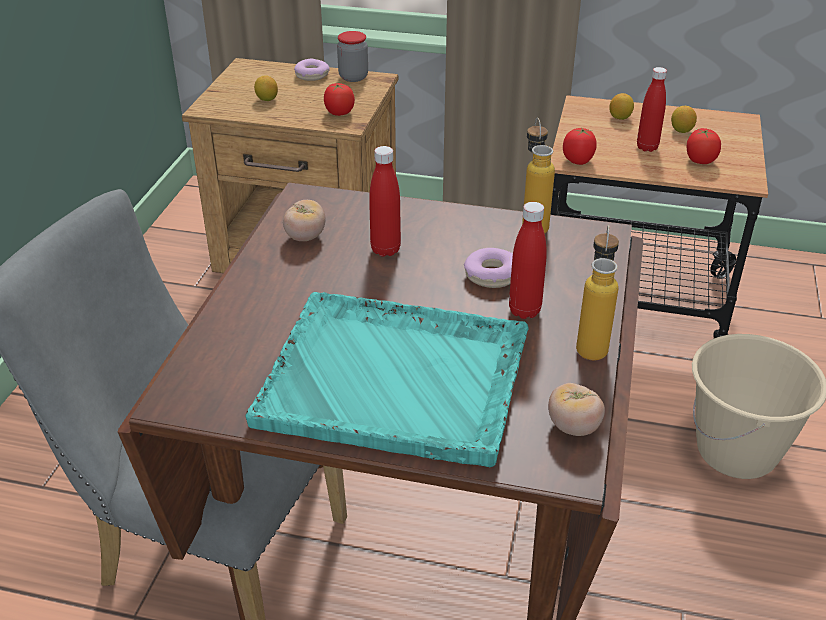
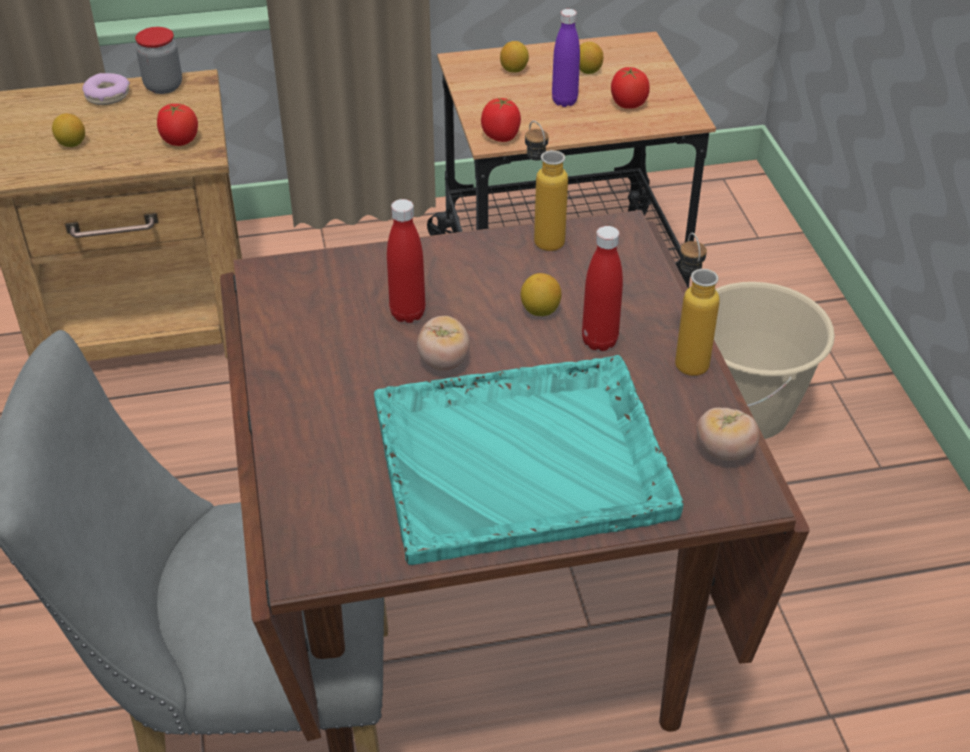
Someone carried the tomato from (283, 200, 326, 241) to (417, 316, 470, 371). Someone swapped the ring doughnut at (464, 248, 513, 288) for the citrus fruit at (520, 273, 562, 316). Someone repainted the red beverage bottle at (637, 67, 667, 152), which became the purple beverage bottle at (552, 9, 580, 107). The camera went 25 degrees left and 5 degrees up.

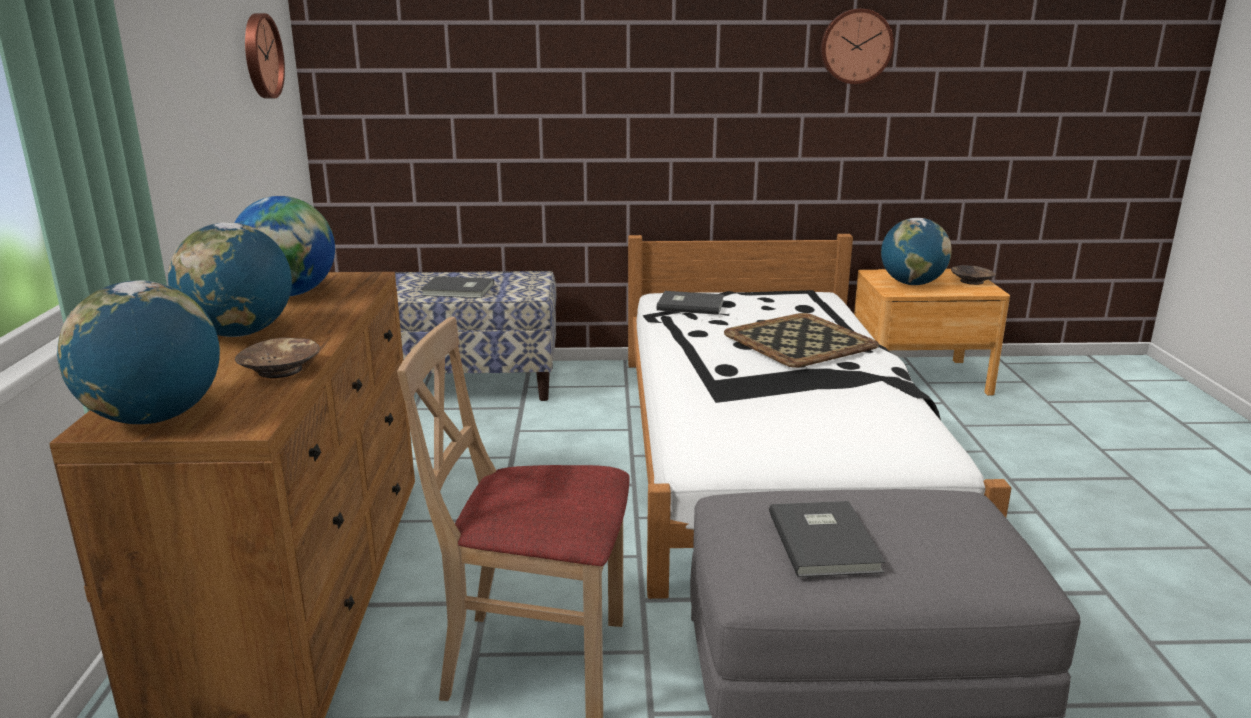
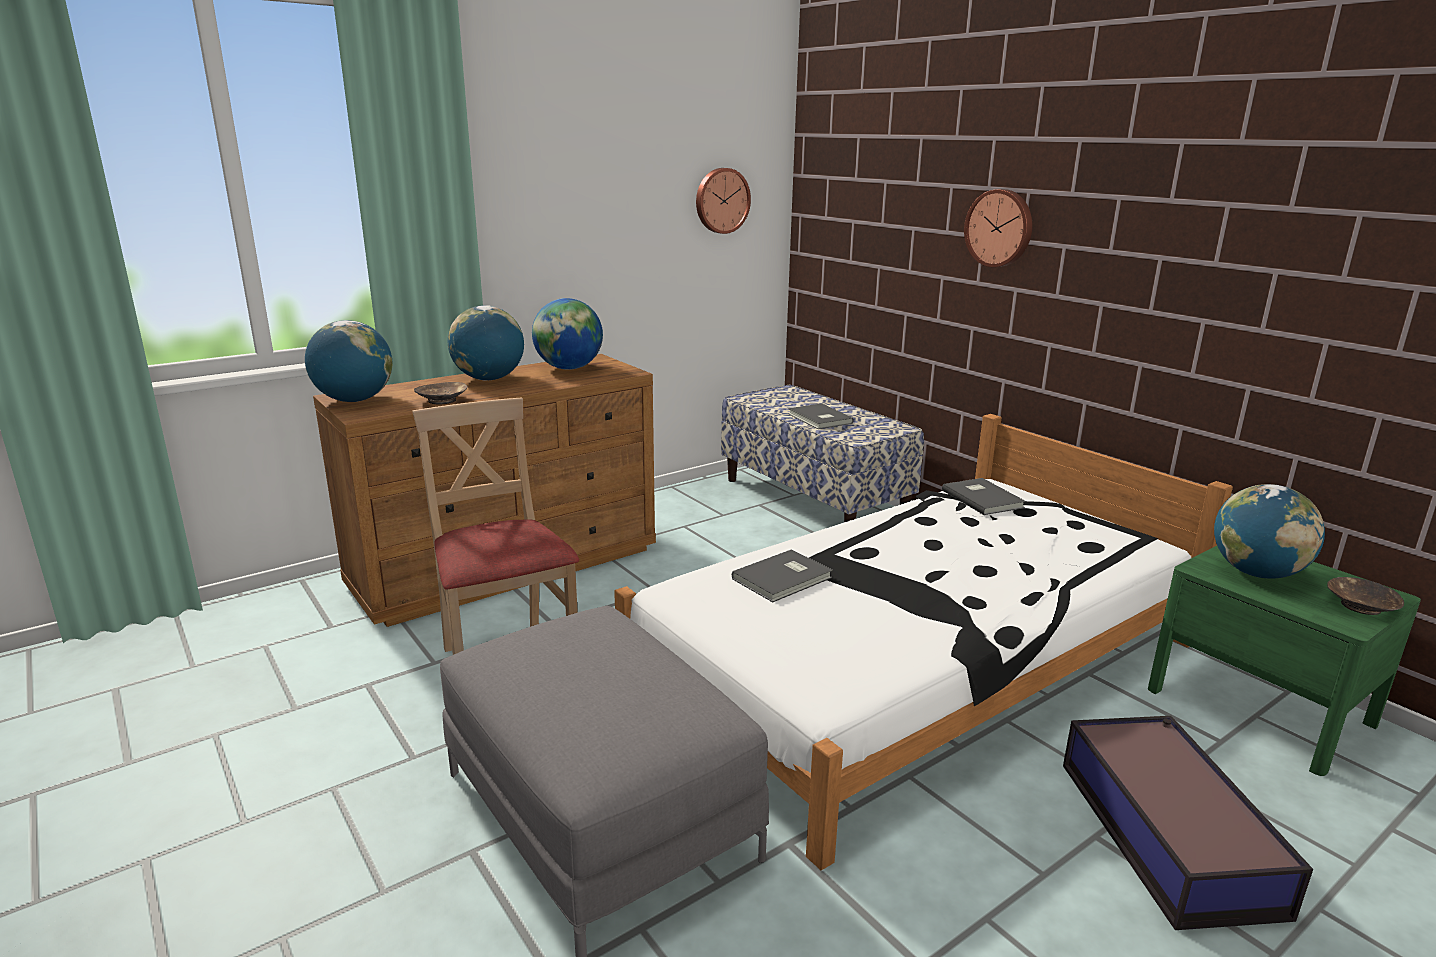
Someone took away the carrying tray at (724, 313, 879, 368). Someone carried the greyish book from (769, 501, 885, 577) to (732, 549, 833, 602). Someone carried the wall clock from (820, 9, 894, 84) to (964, 189, 1032, 267). Someone repainted the brown-coloured bedside table at (854, 269, 1010, 396), which became the green bedside table at (1148, 546, 1421, 776). Someone put down the storage box at (1063, 716, 1313, 930). The camera went 55 degrees right and 0 degrees up.

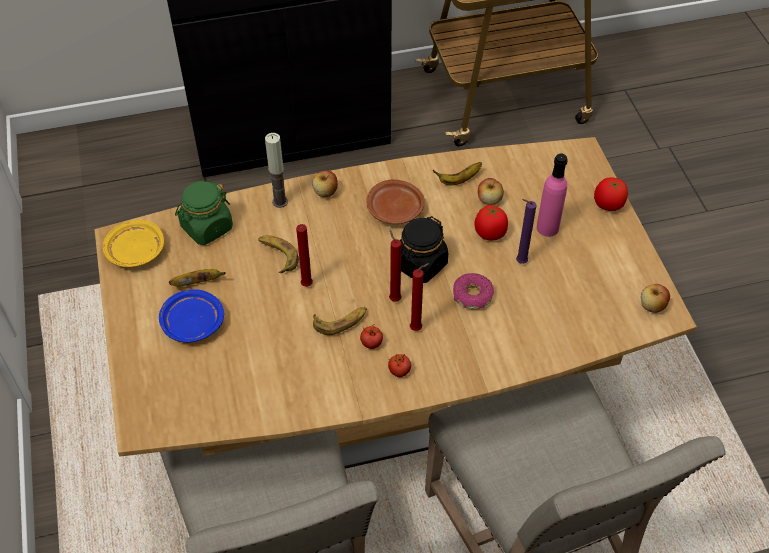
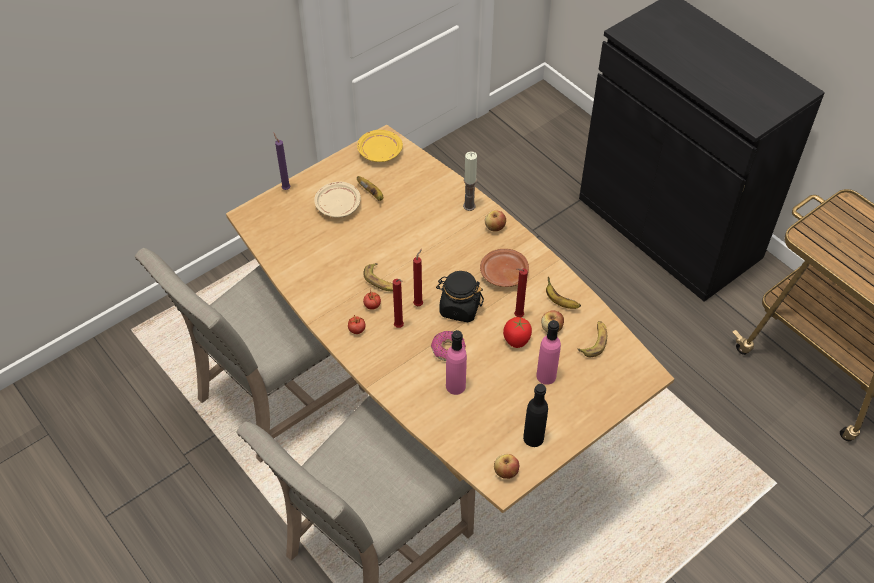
Someone repainted the blue flat dish at (159, 289, 224, 343), which became the beige flat dish at (314, 182, 361, 217). Someone took away the green storage jar at (175, 181, 233, 245). Someone carried the whole banana from (258, 235, 299, 273) to (578, 321, 607, 357). Someone carried the red wax light from (296, 224, 313, 287) to (514, 268, 528, 317). Someone carried the purple wax light from (516, 199, 536, 264) to (274, 133, 291, 190). Someone took away the tomato at (594, 177, 628, 211). Someone put down the pinkish beverage bottle at (446, 330, 467, 395). Someone put down the black-coloured beverage bottle at (523, 384, 548, 447). The camera went 65 degrees right and 0 degrees up.

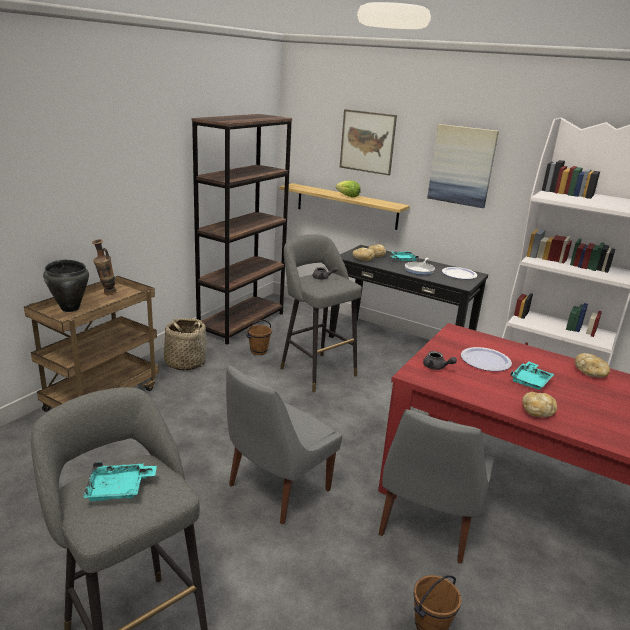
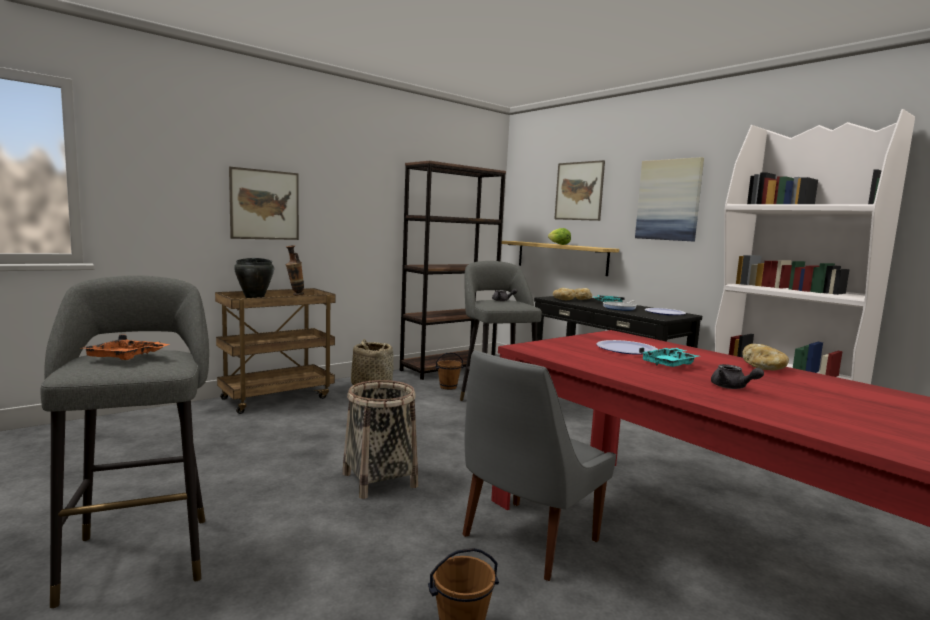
Someone repainted the blue-green carrying tray at (83, 462, 157, 501), which became the orange-coloured carrying tray at (81, 335, 170, 360). Someone swapped the greyish upright chair at (226, 365, 342, 524) for the basket at (343, 380, 418, 499). Someone carried the greyish tea pot from (423, 351, 457, 370) to (711, 364, 764, 389). Someone took away the bakery bread at (522, 392, 557, 417). Someone put up the wall art at (229, 167, 299, 240). The camera went 20 degrees right and 15 degrees down.

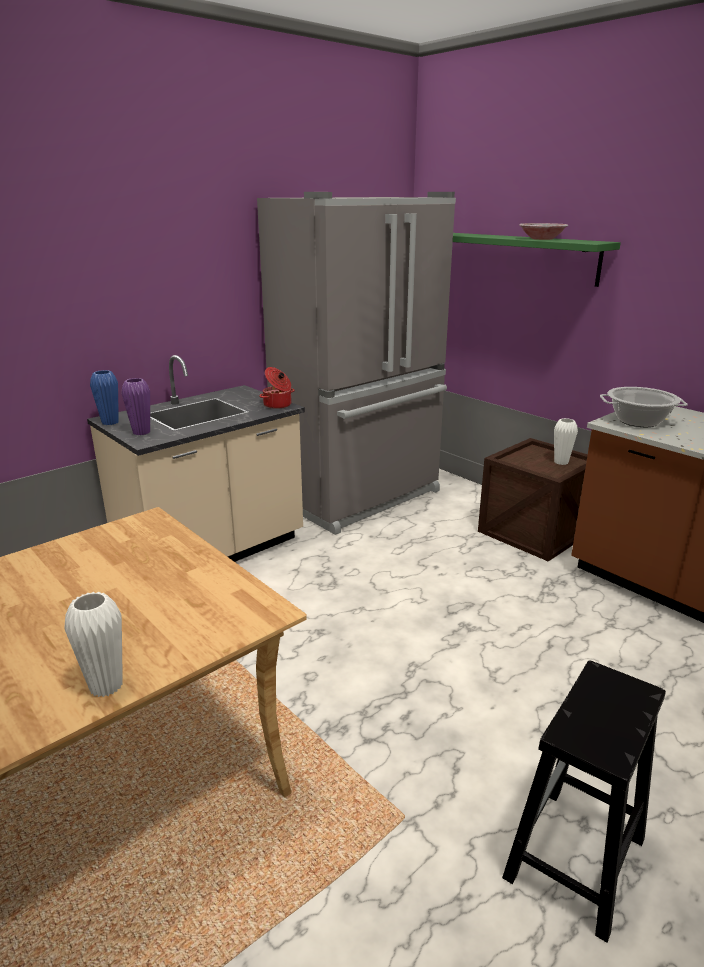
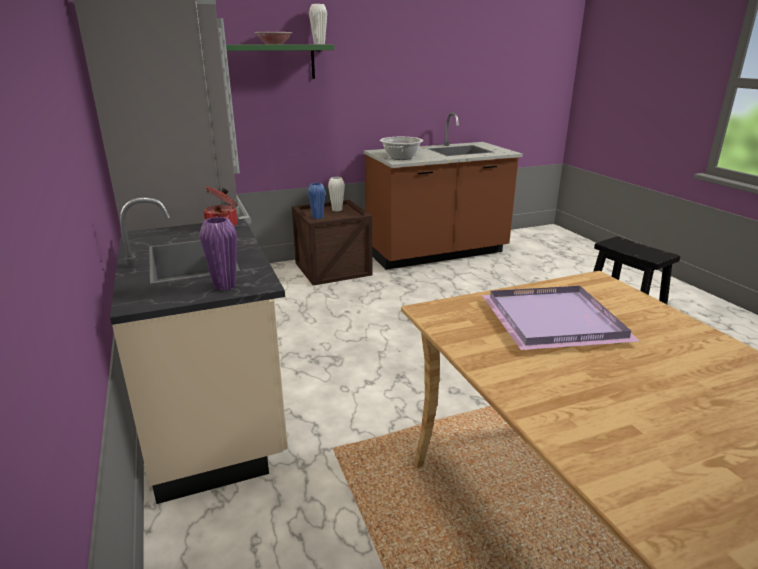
Someone carried the white flower vase from (64, 592, 123, 697) to (309, 4, 327, 44). Someone carried the blue flower vase from (90, 370, 119, 425) to (308, 183, 325, 219). Someone put down the purple carrying tray at (482, 286, 641, 350). The camera went 70 degrees left and 0 degrees up.

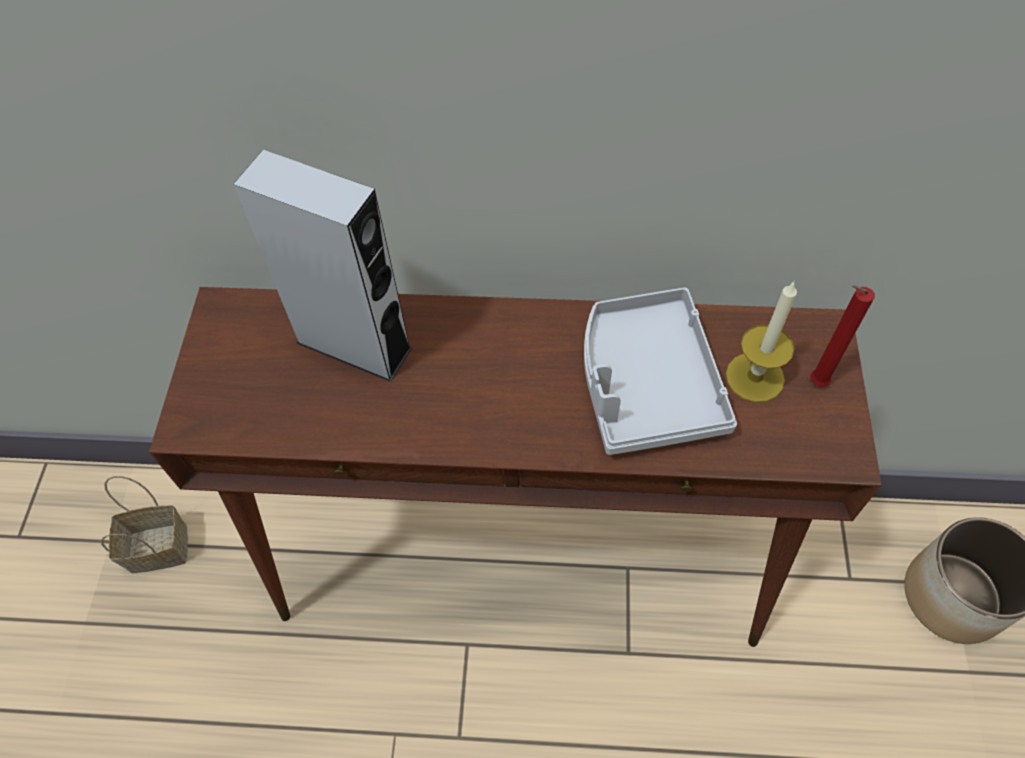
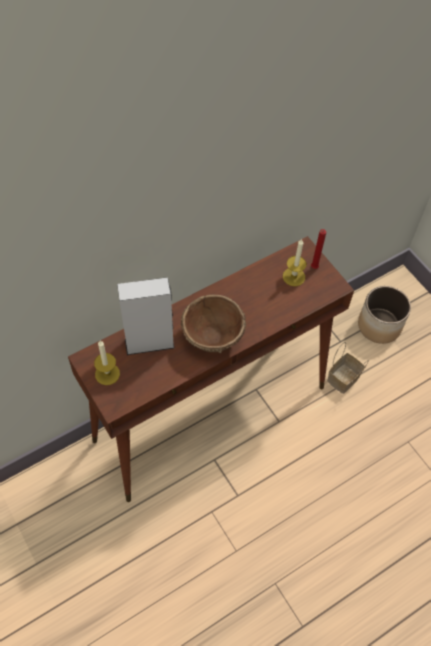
Someone carried the basket from (101, 476, 188, 573) to (327, 342, 369, 394). Someone took away the greyish carrying tray at (584, 287, 737, 455). Someone put down the wax light at (94, 341, 120, 385). Someone put down the brown-coloured bowl at (181, 295, 246, 353). The camera went 40 degrees left and 0 degrees up.

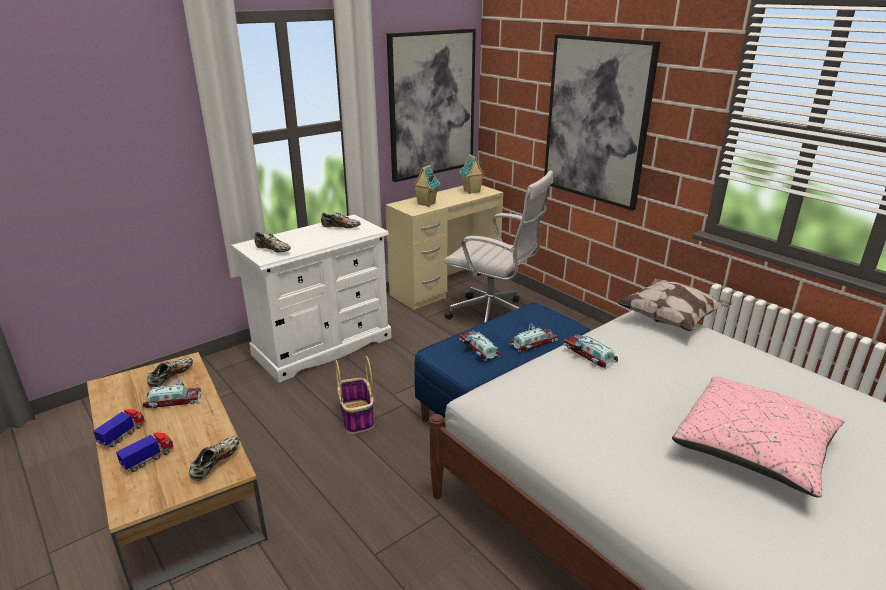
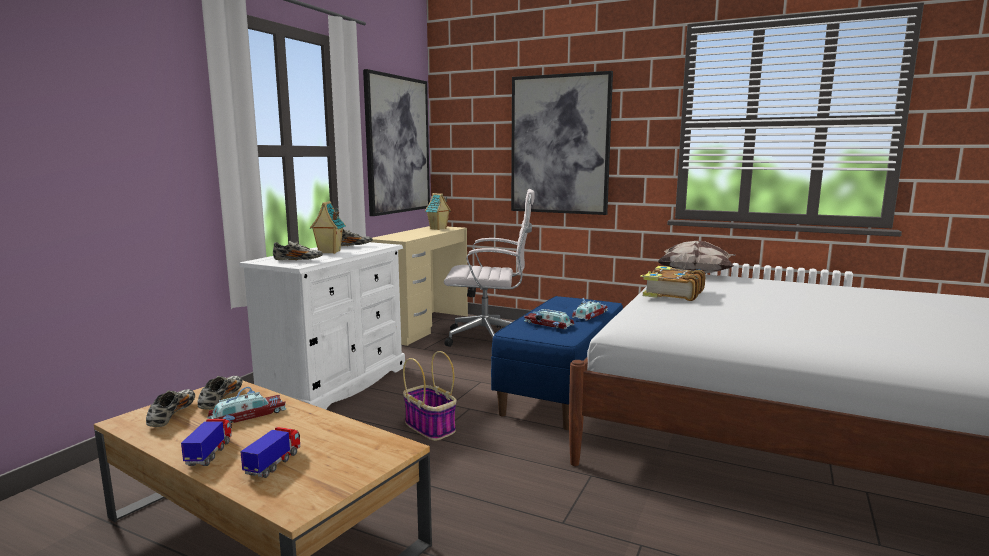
Someone carried the shoe from (189, 436, 240, 481) to (146, 389, 195, 427). Someone carried the model house from (412, 165, 440, 207) to (310, 201, 346, 254). Someone swapped the toy car at (563, 334, 618, 369) for the book at (640, 266, 705, 301). Someone took away the pinkish cushion at (672, 376, 845, 498). The camera went 25 degrees left and 15 degrees down.

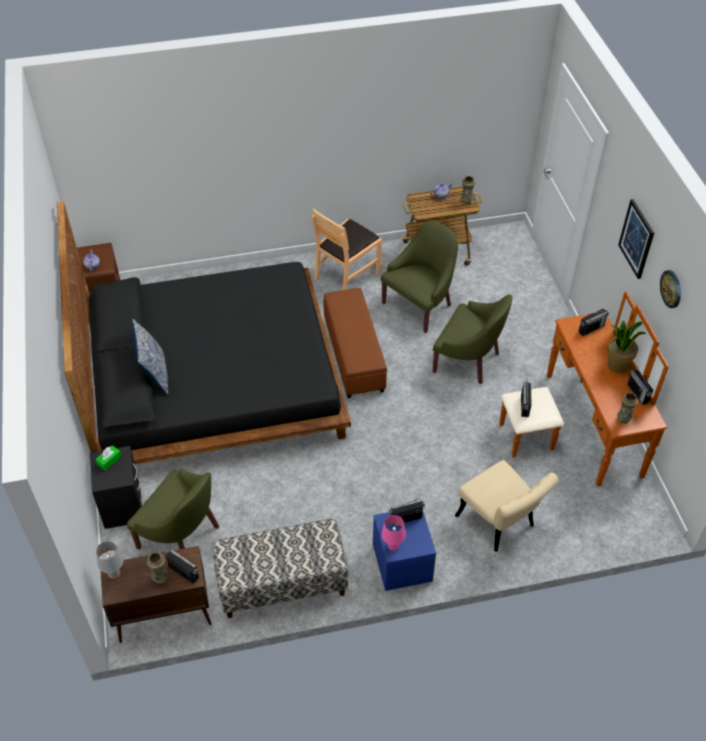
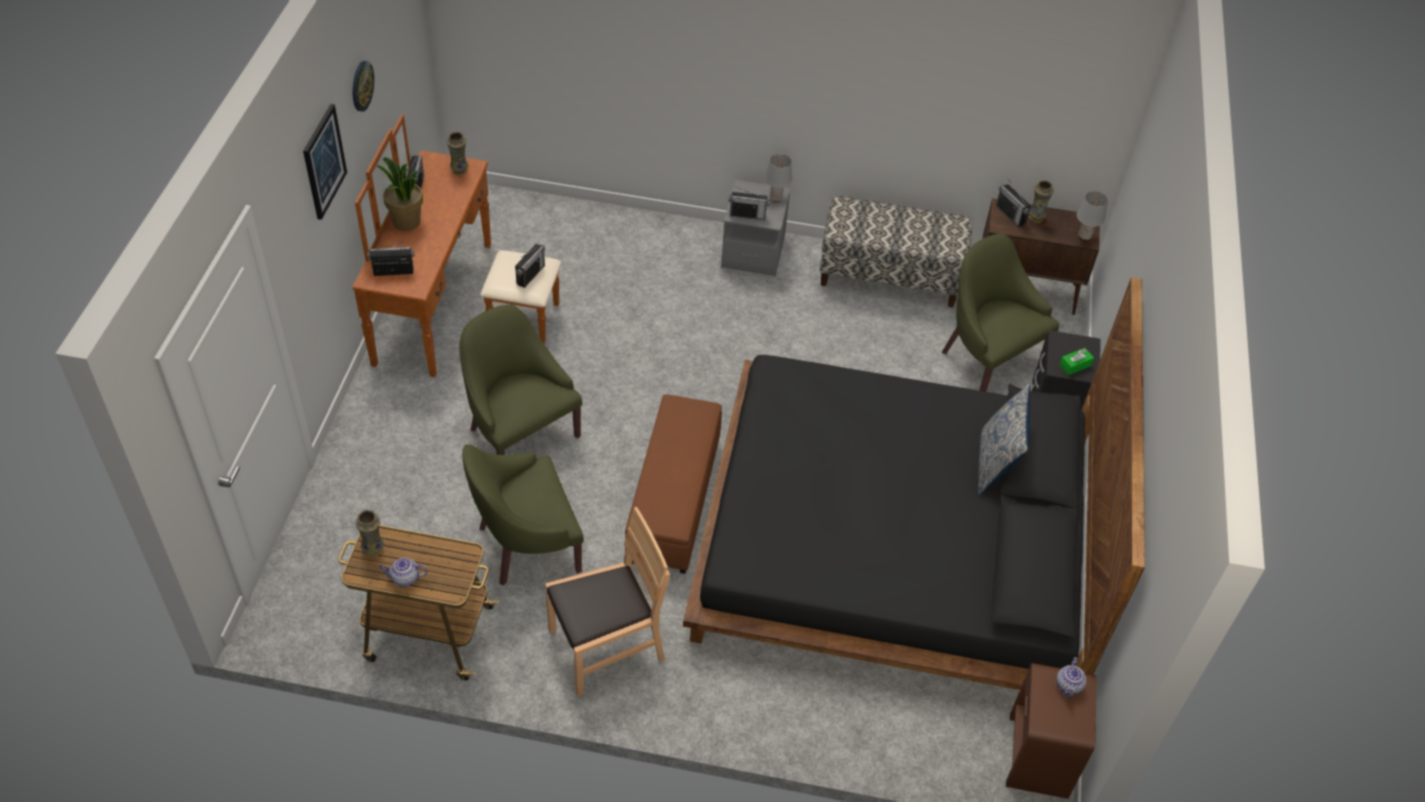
Someone repainted the blue bedside table at (373, 512, 436, 591), which became the greyish bedside table at (721, 180, 791, 277). Someone repainted the pinkish tabletop lamp at (381, 515, 406, 551), which became the greyish tabletop lamp at (765, 154, 792, 202). Someone took away the beige upright chair at (455, 460, 558, 552). The camera went 160 degrees left and 0 degrees up.

